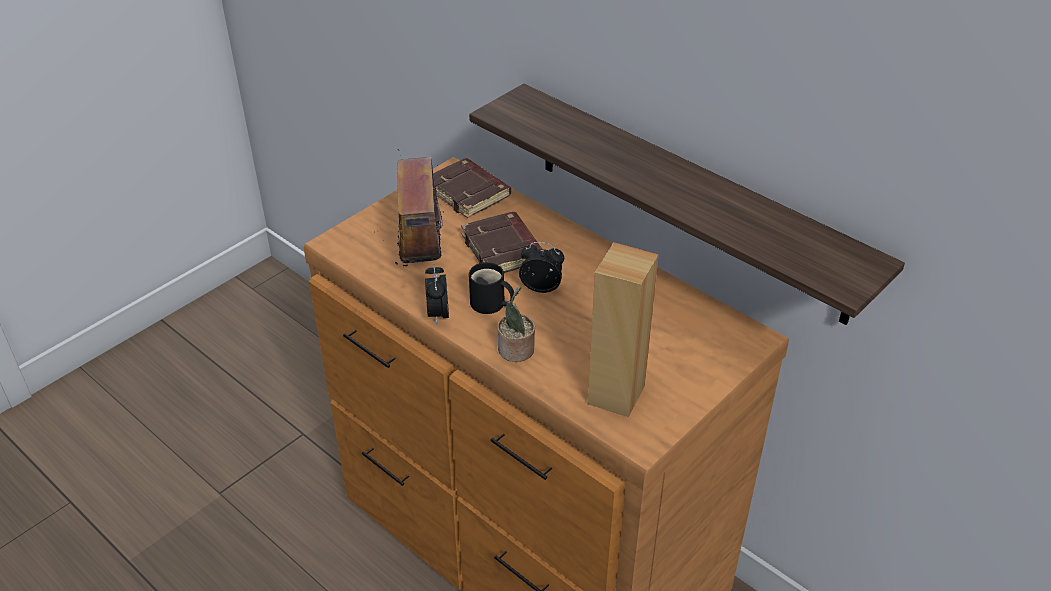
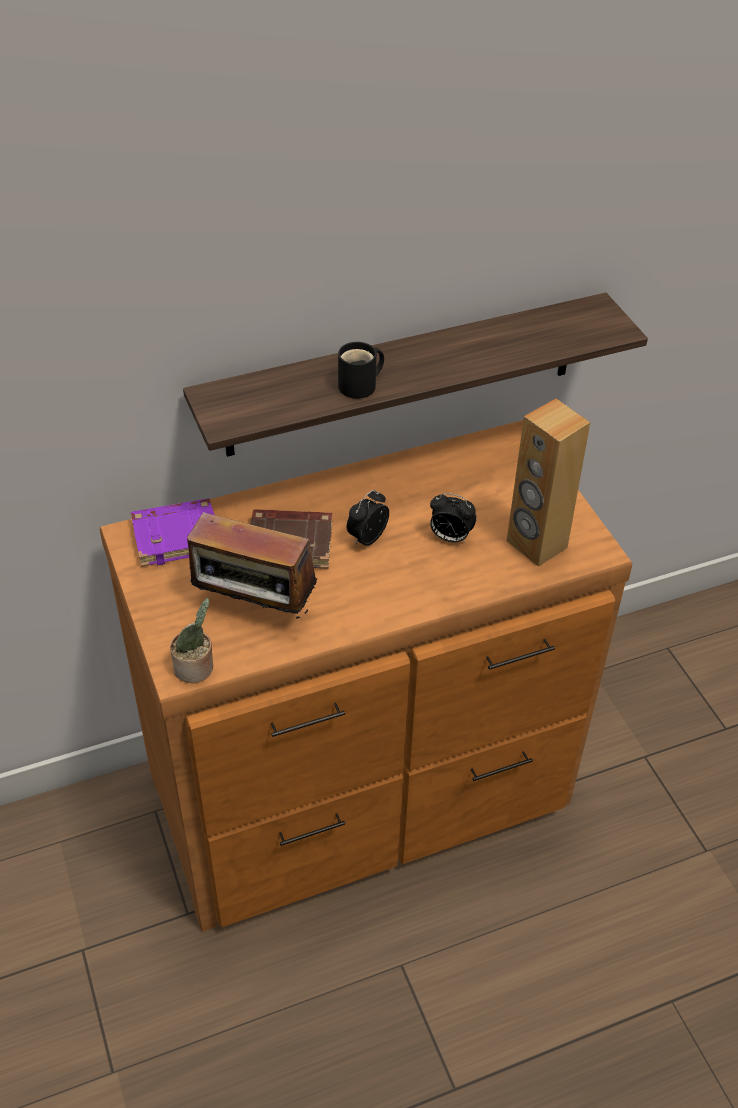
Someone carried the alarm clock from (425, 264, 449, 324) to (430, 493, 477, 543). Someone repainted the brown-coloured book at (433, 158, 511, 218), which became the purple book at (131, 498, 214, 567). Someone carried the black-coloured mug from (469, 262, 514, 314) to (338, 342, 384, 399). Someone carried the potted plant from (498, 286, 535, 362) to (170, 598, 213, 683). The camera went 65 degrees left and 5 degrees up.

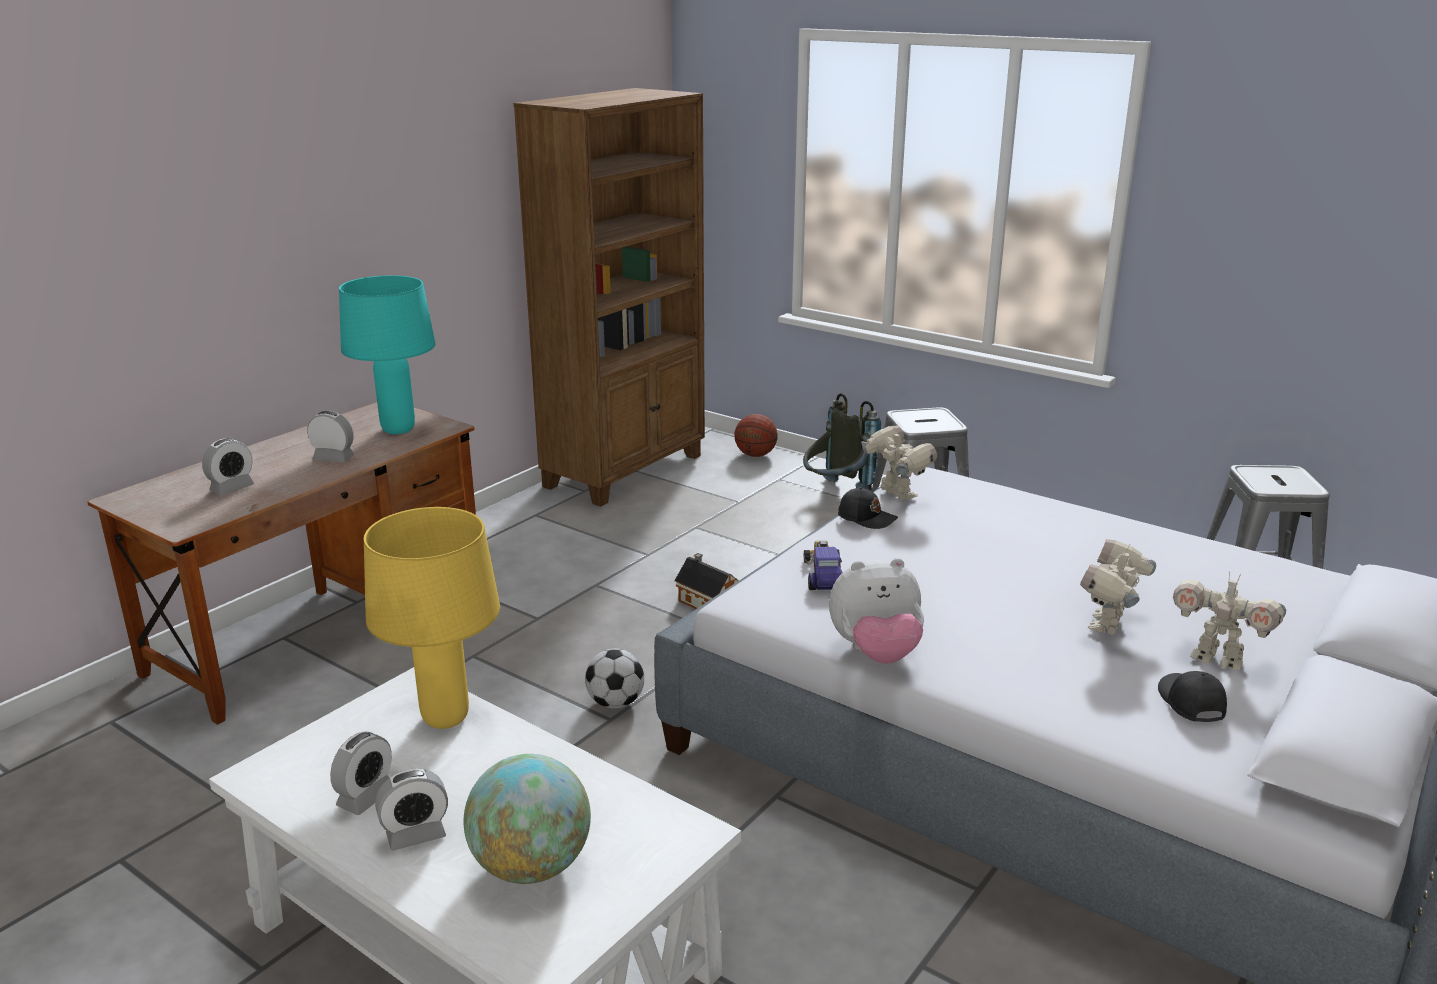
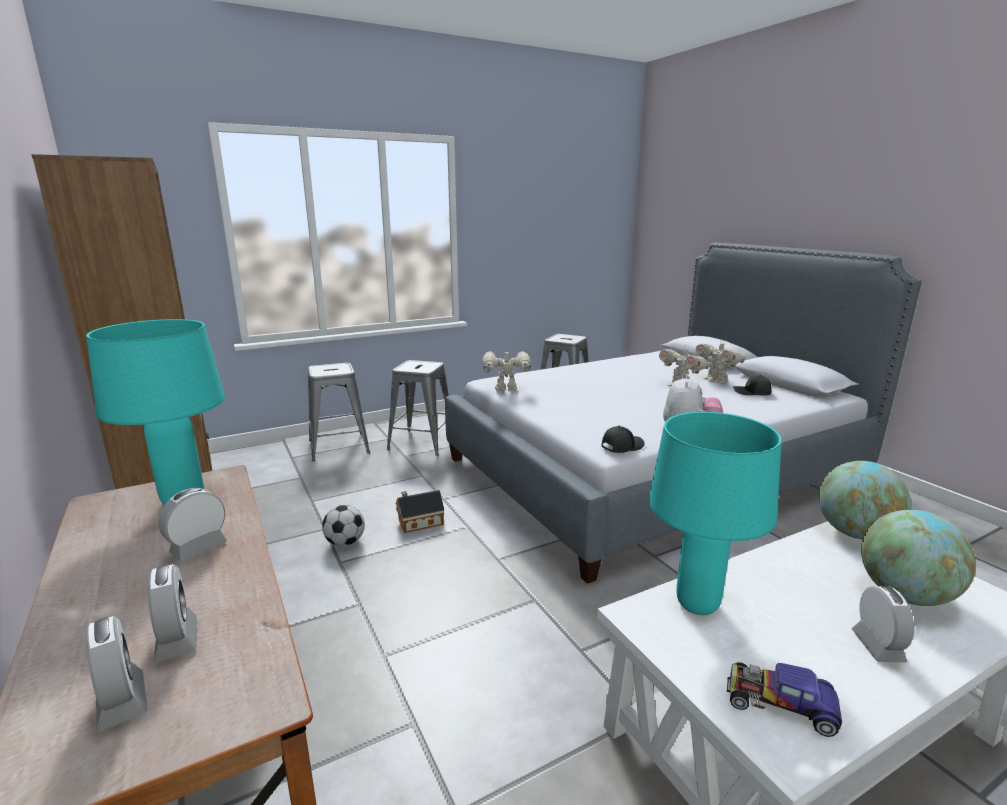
Someone carried the alarm clock from (330, 731, 392, 815) to (85, 616, 147, 732). Someone repainted the yellow tabletop lamp at (364, 507, 500, 729), which became the blue-green tabletop lamp at (649, 412, 782, 615). Someone carried the football ball from (585, 648, 644, 709) to (322, 505, 365, 547). Someone took away the ball for basketball at (734, 414, 778, 457). Someone swapped the greyish backpack at (803, 393, 881, 491) for the greyish stool seat at (308, 363, 370, 461). Someone carried the toy car from (804, 540, 842, 590) to (727, 662, 842, 737). Someone carried the black-coloured cap from (838, 488, 898, 529) to (602, 426, 645, 453). Someone rotated the model robot at (1173, 571, 1286, 670) by 90 degrees clockwise. Someone put down the world globe at (819, 461, 911, 539). The camera went 65 degrees left and 5 degrees down.

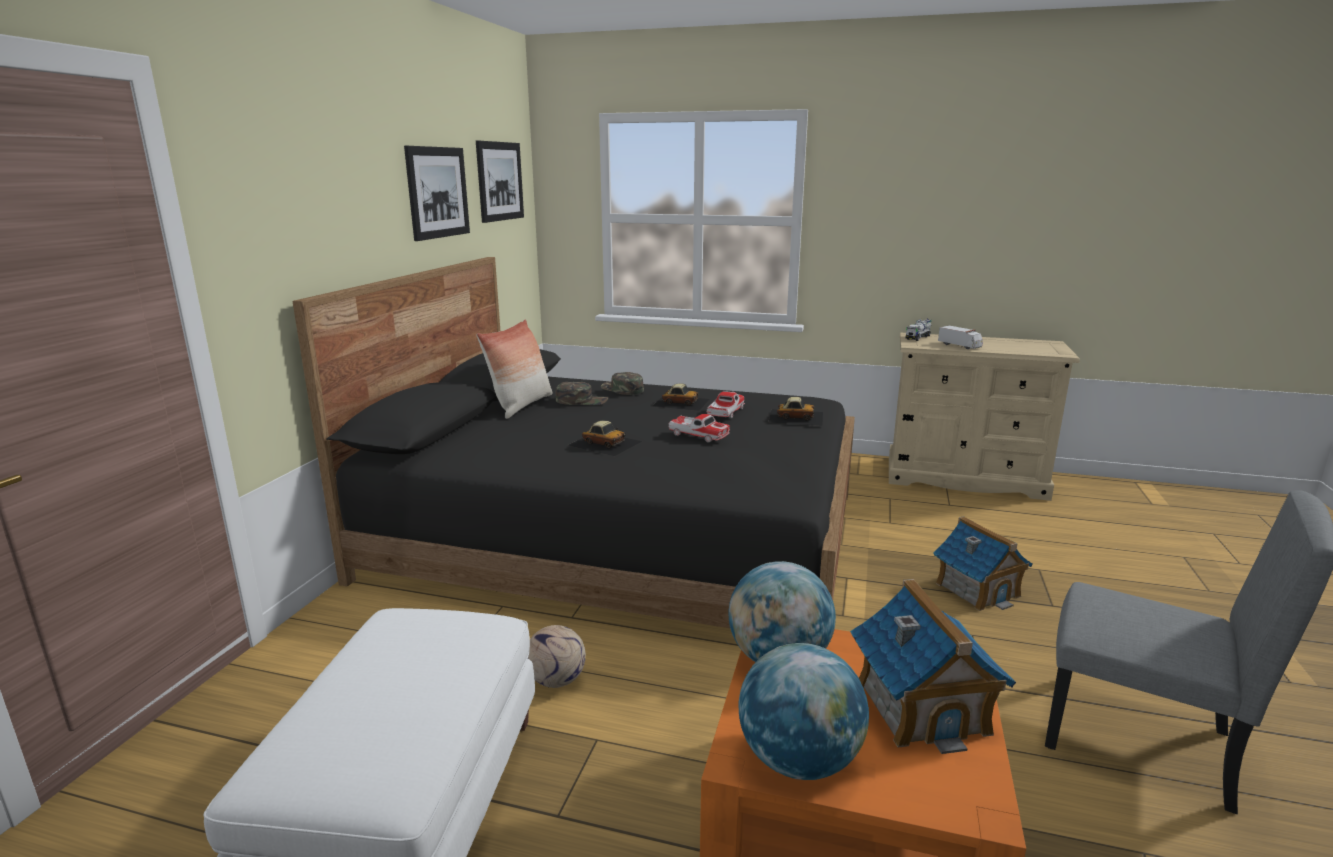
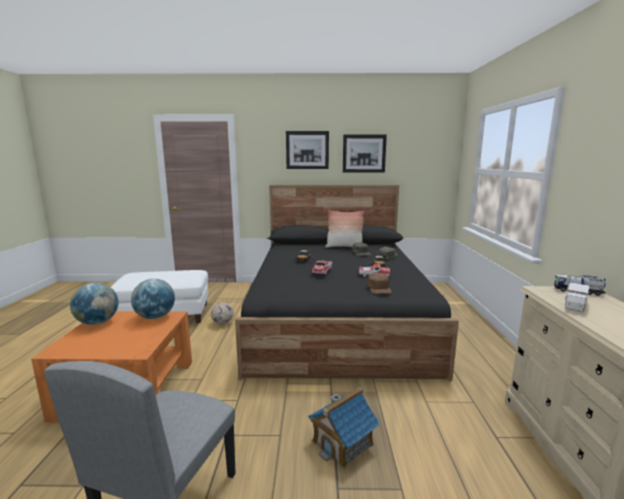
Someone carried the wall art from (476, 141, 524, 223) to (286, 131, 329, 169). Someone swapped the toy car at (769, 397, 823, 426) for the brown-coloured cap at (367, 273, 392, 294). Someone took away the model house at (850, 579, 1016, 754). The camera went 75 degrees right and 5 degrees down.

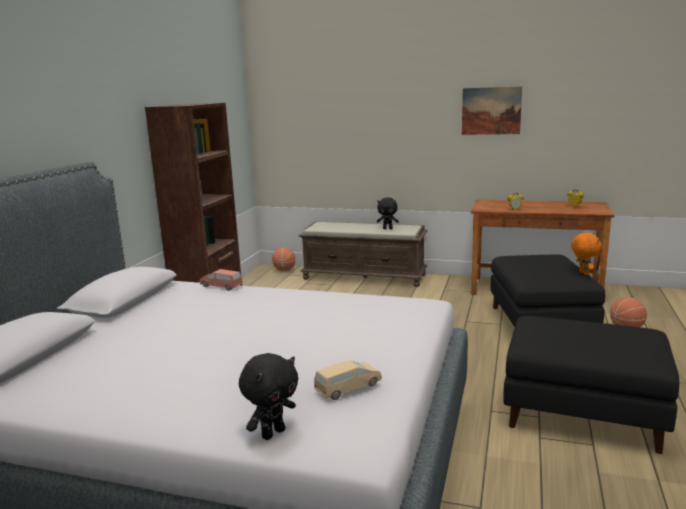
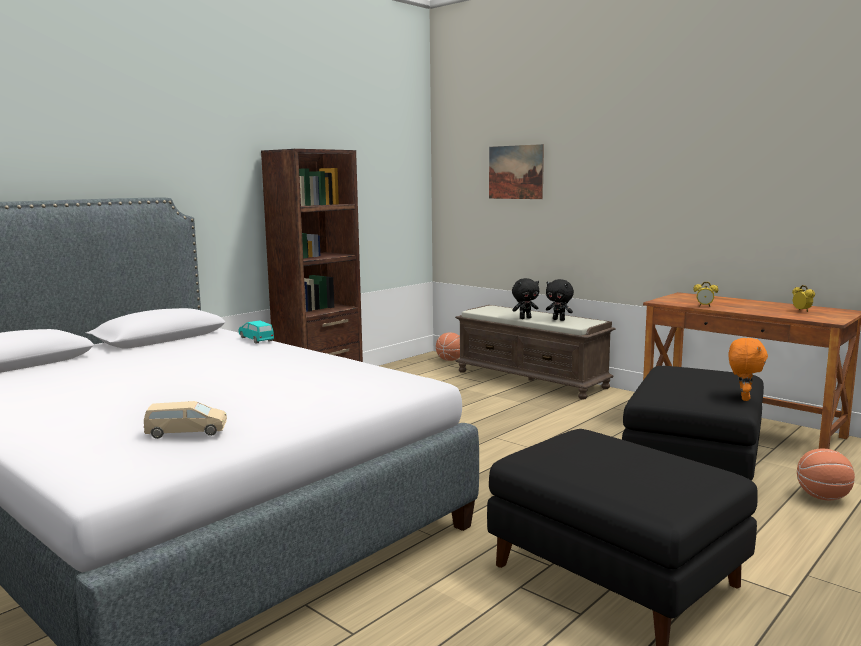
Someone repainted the pinkish toy car at (199, 269, 243, 291), which became the blue-green toy car at (238, 321, 274, 344). Someone carried the black-coloured plush toy from (239, 353, 298, 440) to (512, 278, 539, 319). Someone carried the wall art from (462, 86, 522, 135) to (489, 144, 544, 199). The camera went 25 degrees right and 5 degrees down.

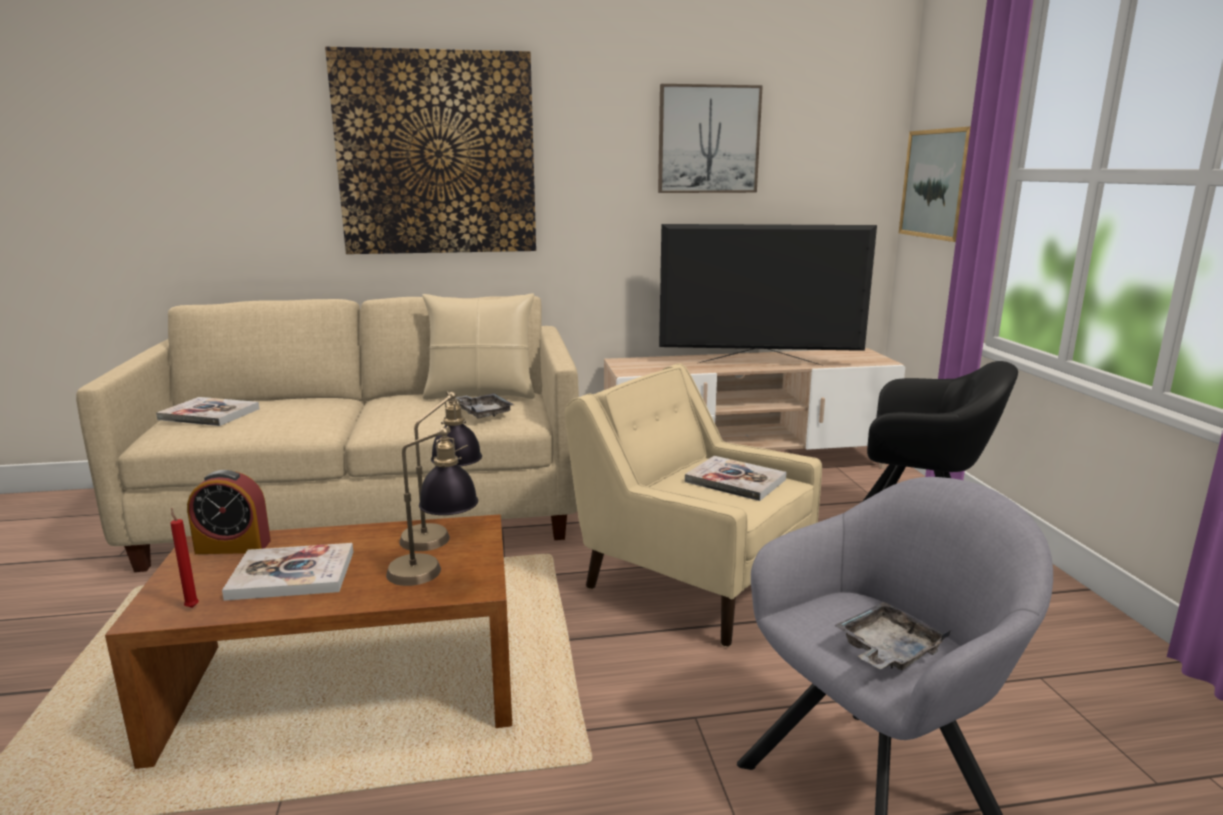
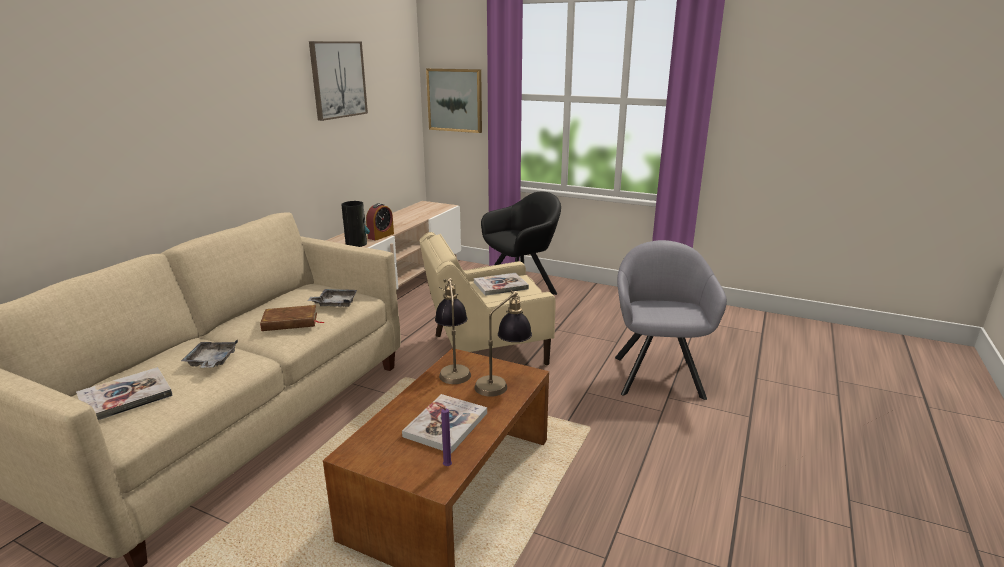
Someone repainted the red wax light at (170, 508, 199, 608), which became the purple wax light at (438, 405, 452, 466). Someone carried the alarm clock from (187, 470, 271, 554) to (366, 203, 394, 241). Someone took away the wall art at (325, 47, 536, 254). Someone took away the beige cushion at (422, 293, 535, 400). Someone took away the TV at (659, 224, 877, 366). Someone carried the greyish carrying tray from (834, 602, 950, 670) to (181, 339, 238, 368). Someone put down the brown-coloured book at (260, 305, 324, 331). Someone put down the flower vase at (341, 201, 370, 247). The camera went 55 degrees left and 5 degrees up.

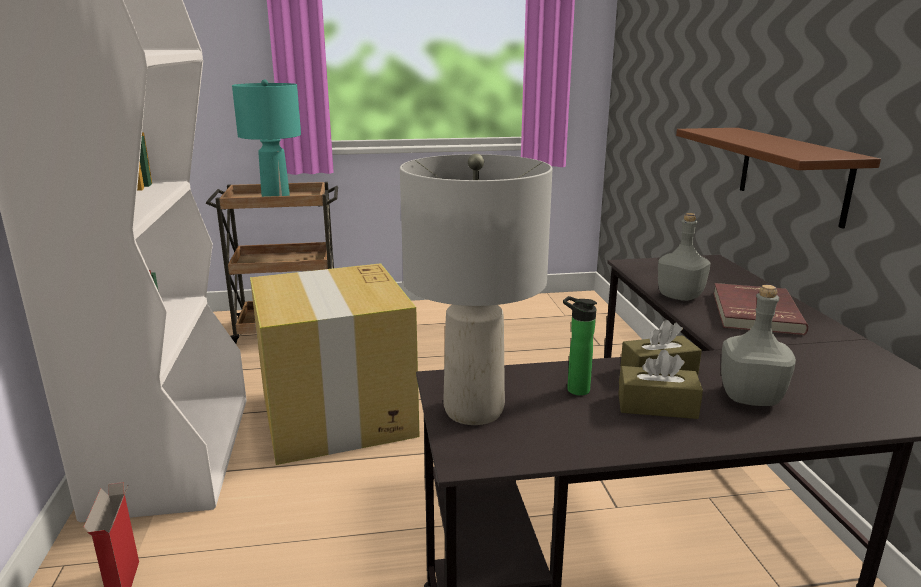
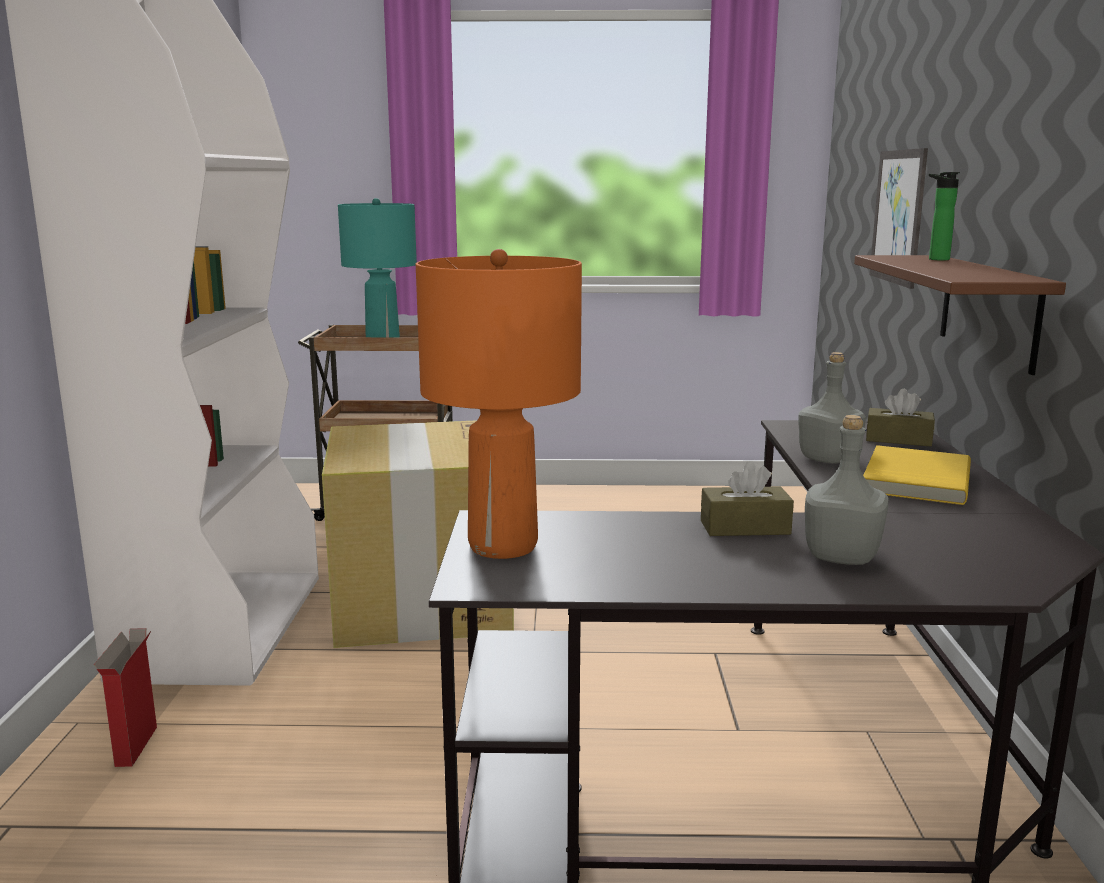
Someone repainted the greyish tabletop lamp at (400, 154, 553, 425), which became the orange-coloured tabletop lamp at (416, 249, 582, 559). Someone carried the beverage bottle from (563, 296, 597, 396) to (929, 172, 960, 260). Someone carried the brown-coloured box of tissues from (618, 350, 703, 419) to (866, 389, 935, 447). Someone repainted the red book at (713, 283, 808, 335), which became the yellow book at (863, 445, 971, 505). Someone put up the wall art at (870, 148, 928, 289). The camera went 10 degrees right and 5 degrees down.

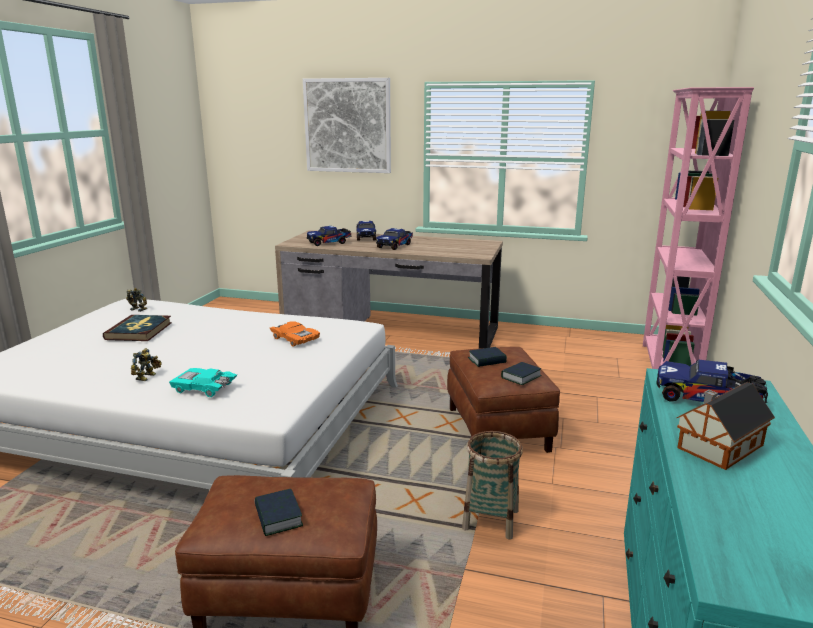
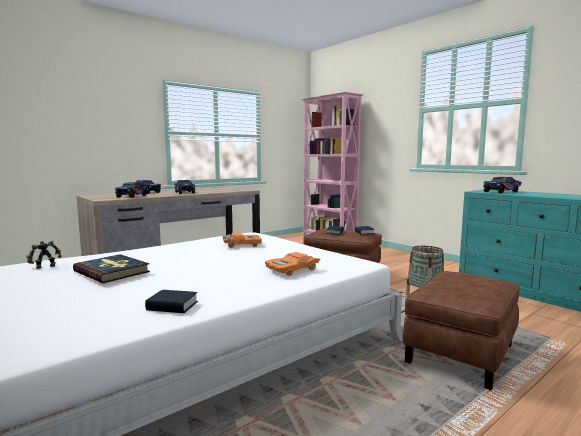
Someone took away the model robot at (131, 348, 162, 381). Someone repainted the blue-green toy car at (169, 368, 237, 397), which became the orange-coloured toy car at (265, 252, 320, 276). Someone carried the book from (255, 489, 303, 536) to (145, 290, 198, 313). Someone took away the wall art at (303, 78, 391, 173). Someone took away the model house at (676, 382, 775, 470). The camera went 55 degrees left and 10 degrees down.

